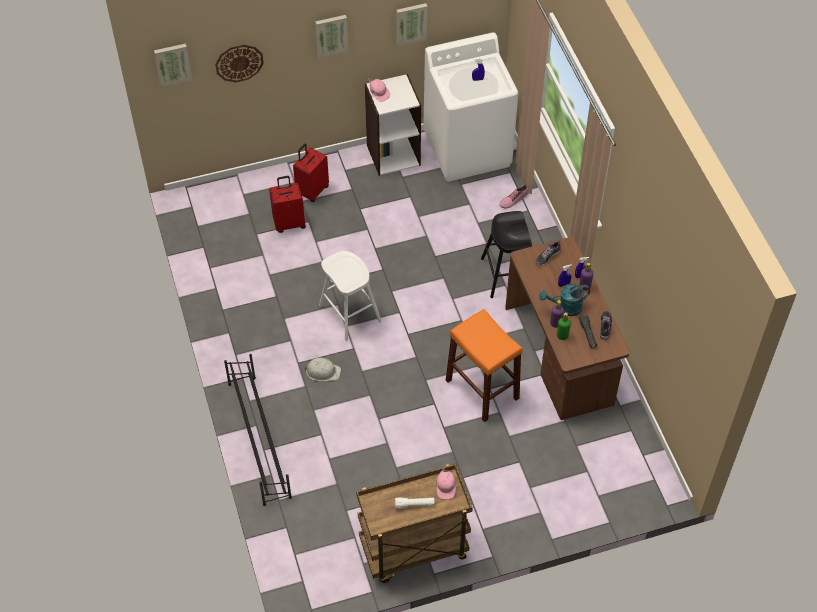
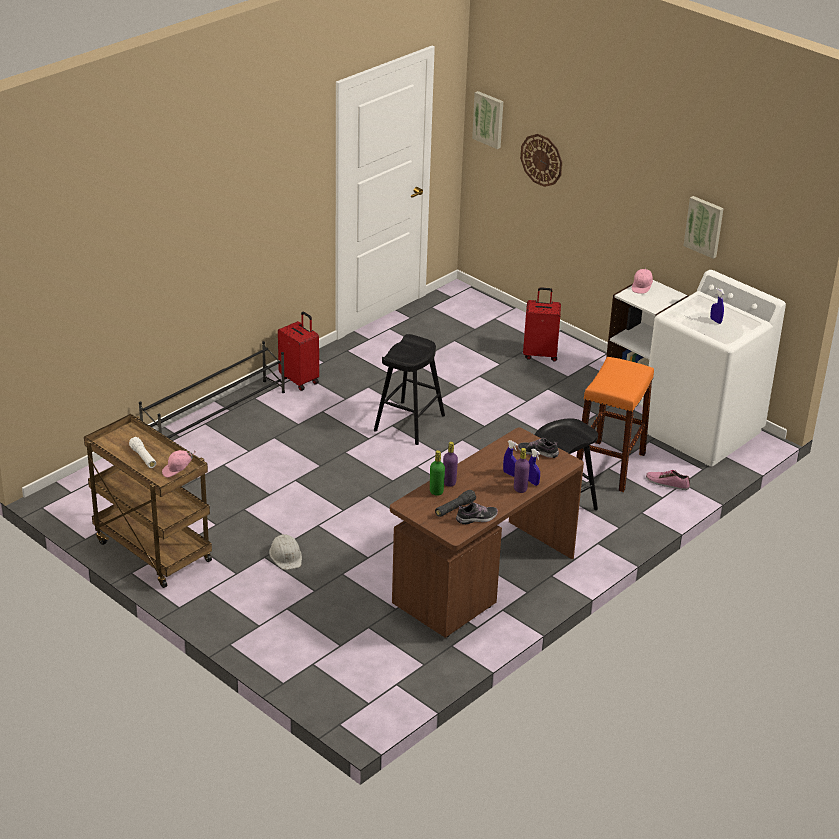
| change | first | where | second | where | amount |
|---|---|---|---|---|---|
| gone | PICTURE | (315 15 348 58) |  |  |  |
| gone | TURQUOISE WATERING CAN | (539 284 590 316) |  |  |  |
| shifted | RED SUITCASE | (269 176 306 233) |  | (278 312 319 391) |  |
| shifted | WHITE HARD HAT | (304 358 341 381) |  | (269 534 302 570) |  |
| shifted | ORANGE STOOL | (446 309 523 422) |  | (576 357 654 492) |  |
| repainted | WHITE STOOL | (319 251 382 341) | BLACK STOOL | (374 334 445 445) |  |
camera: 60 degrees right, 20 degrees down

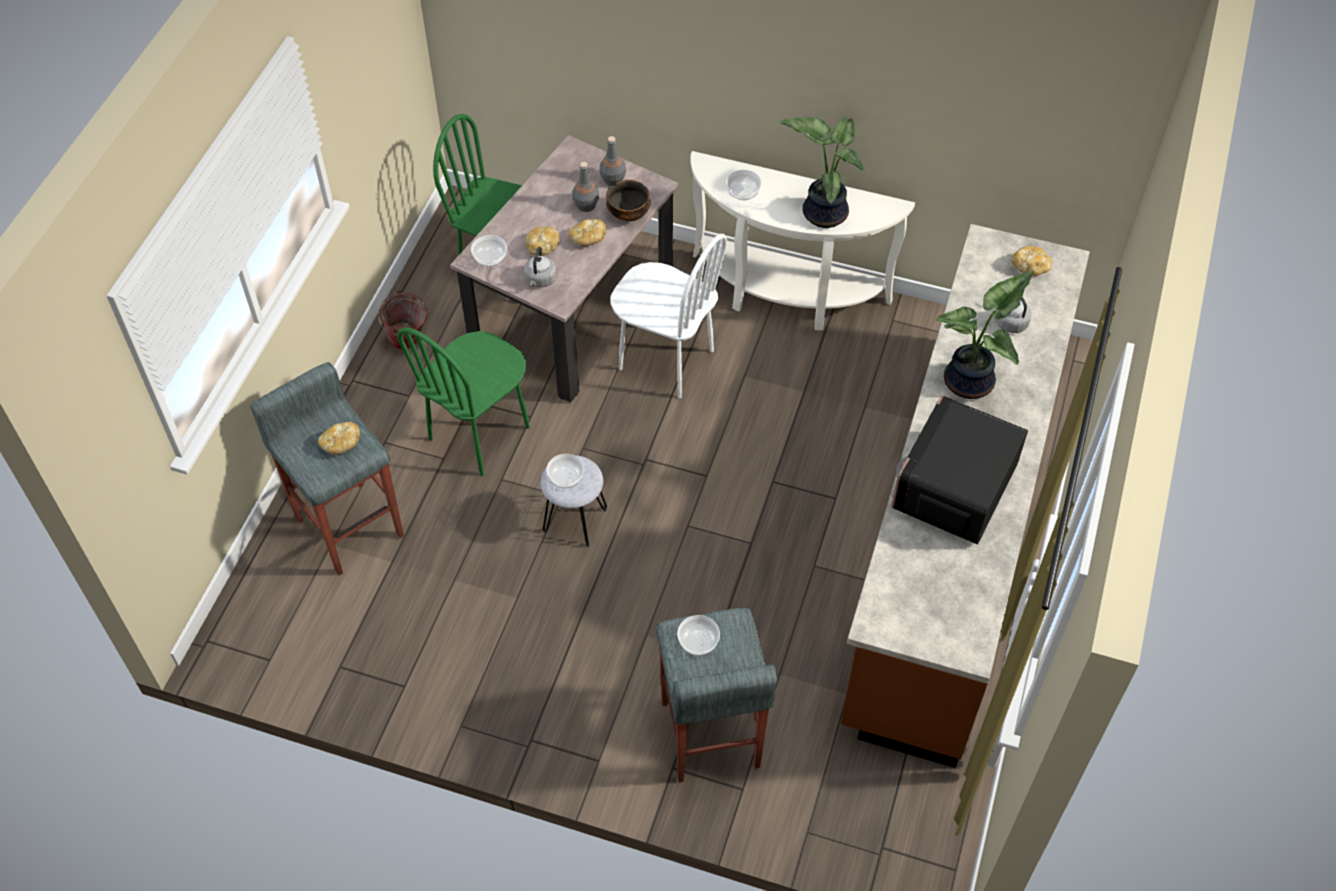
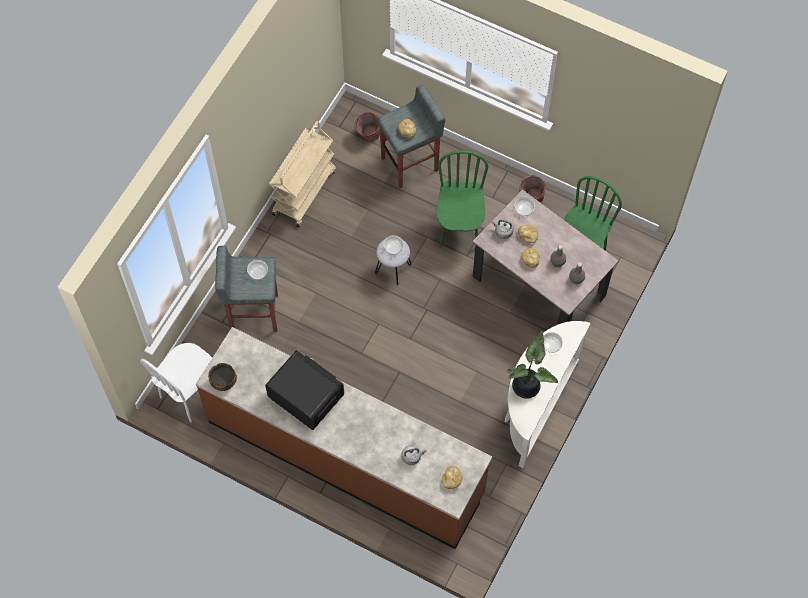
| change | first | where | second | where | amount |
|---|---|---|---|---|---|
| gone | POTTED PLANT | (936 270 1034 399) |  |  |  |
| new |  |  | BEIGE CART | (269 121 336 228) |  |
| new |  |  | BUCKET | (354 112 380 141) |  |
| shifted | BOWL | (606 180 651 221) |  | (208 363 237 391) |  |
| shifted | WHITE CHAIR | (611 234 727 398) |  | (140 343 212 422) |  |
| rotated | GREEN CHAIR | (397 327 530 476) |  | (437 151 488 248) | 45 degrees clockwise |
camera: 100 degrees right, 10 degrees up

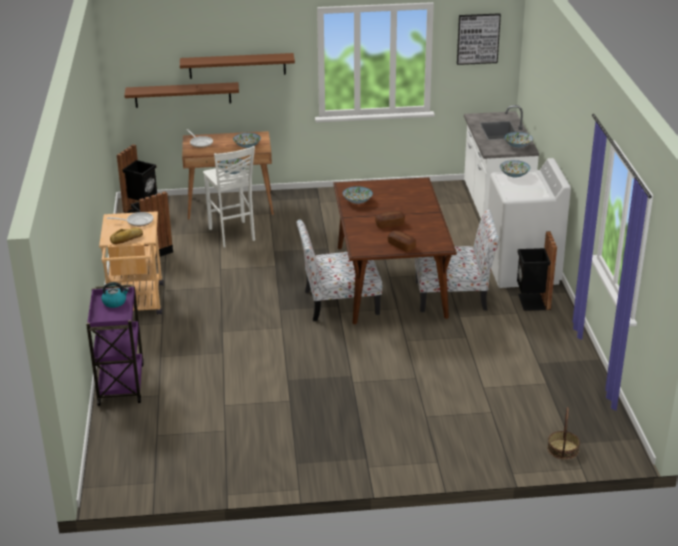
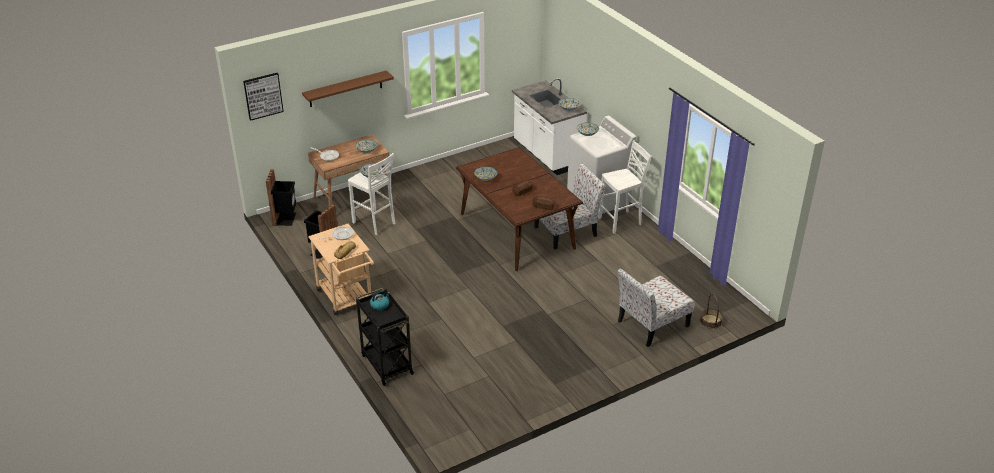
| change | first | where | second | where | amount |
|---|---|---|---|---|---|
| gone | BROWN SHELF | (124 82 239 108) |  |  |  |
| shifted | CHAIR | (296 220 382 321) |  | (617 268 695 347) |  |
| shifted | PICTURE | (457 13 501 65) |  | (243 73 284 121) |  |
| swapped | BLACK TRASH CAN | (517 231 557 311) | WHITE STOOL | (598 141 652 234) |  |
| repainted | PURPLE CART | (86 284 144 406) | BLACK CART | (356 288 414 386) |  |
camera: 25 degrees left, 5 degrees up

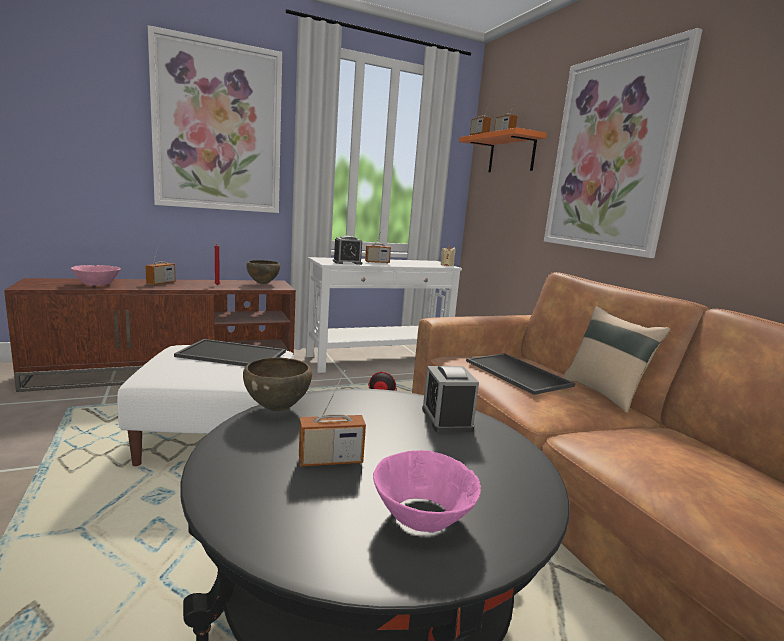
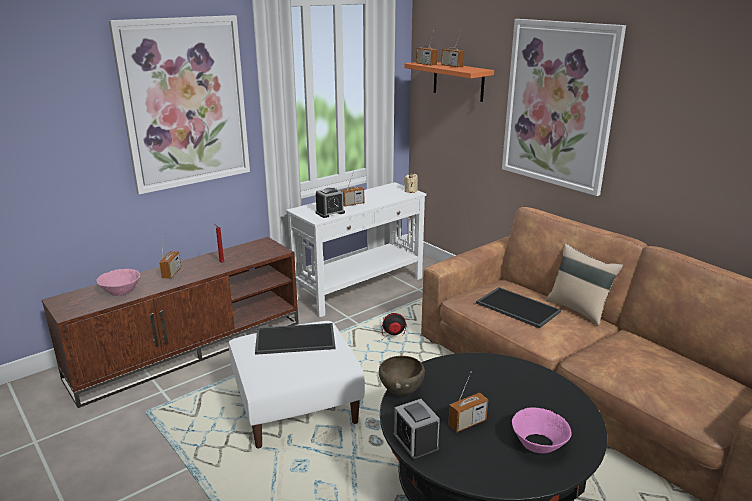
| change | first | where | second | where | amount |
|---|---|---|---|---|---|
| gone | BROWN BOWL | (247 260 280 284) |  |  |  |
| shifted | ALARM CLOCK | (422 366 479 433) |  | (393 399 440 461) |  |
camera: 15 degrees left, 10 degrees up

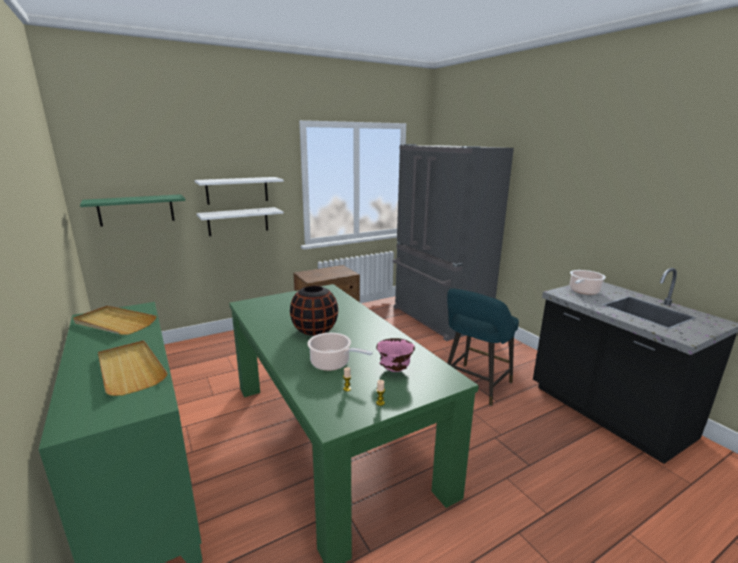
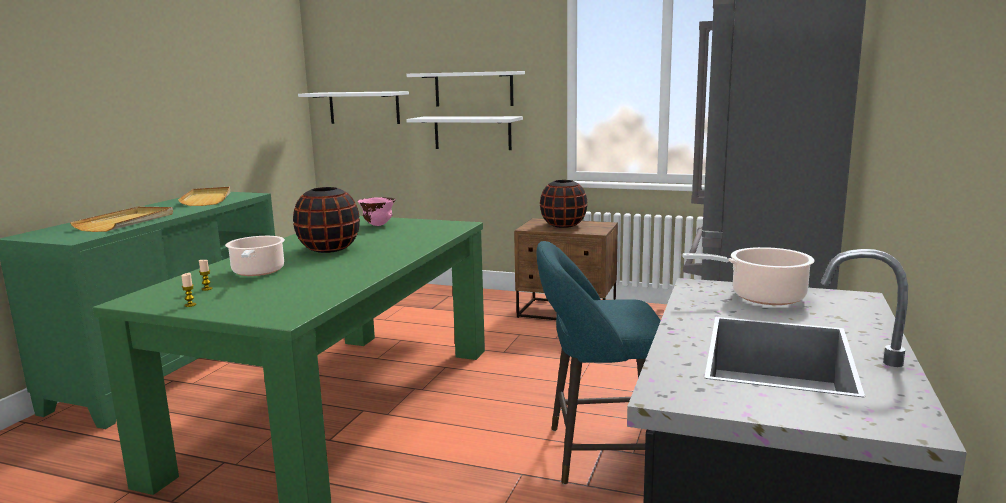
| change | first | where | second | where | amount |
|---|---|---|---|---|---|
| new |  |  | BLACK VASE | (540 180 588 228) |  |
| shifted | PINK BOWL | (376 338 415 372) |  | (357 197 396 226) |  |
| repainted | GREEN SHELF | (80 194 186 227) | WHITE SHELF | (298 91 409 124) |  |
camera: 50 degrees right, 5 degrees down

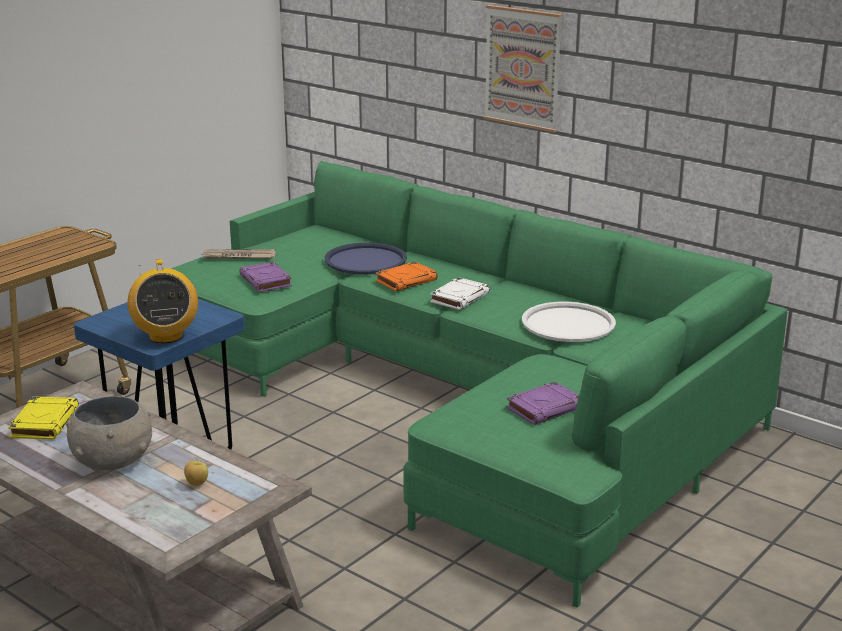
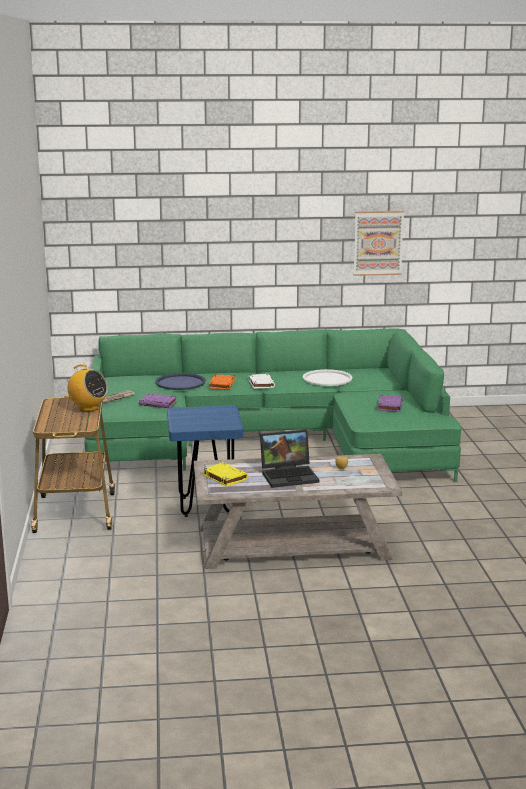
| change | first | where | second | where | amount |
|---|---|---|---|---|---|
| shifted | RADIO | (128 259 198 343) |  | (64 364 108 412) |  |
| shifted | PICTURE | (483 5 563 132) |  | (354 211 404 276) |  |
| swapped | GREY BOWL | (66 396 152 470) | LAPTOP | (260 430 319 488) |  |
camera: 45 degrees left, 5 degrees down

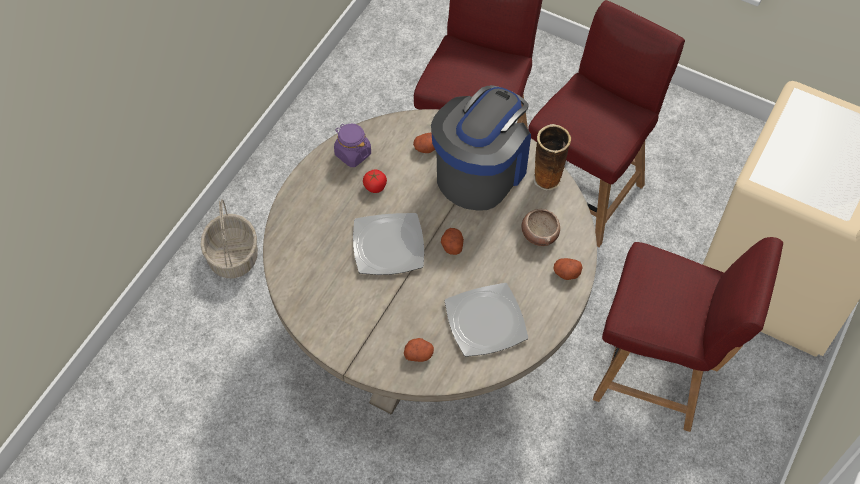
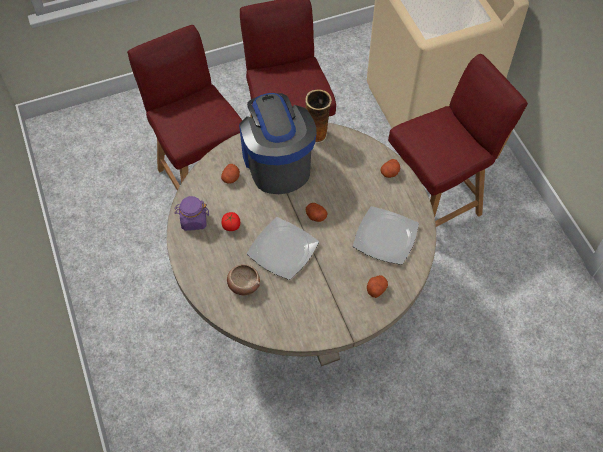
| change | first | where | second | where | amount |
|---|---|---|---|---|---|
| gone | BASKET | (200 199 258 278) |  |  |  |
| shifted | BOWL | (522 209 560 246) |  | (227 264 260 295) |  |
camera: 50 degrees left, 0 degrees up

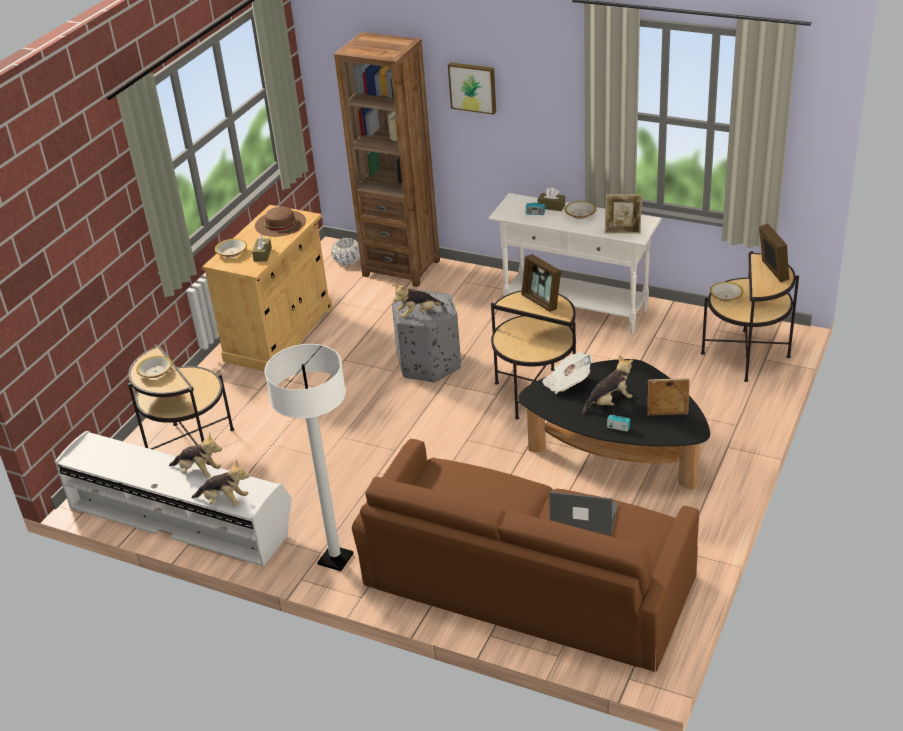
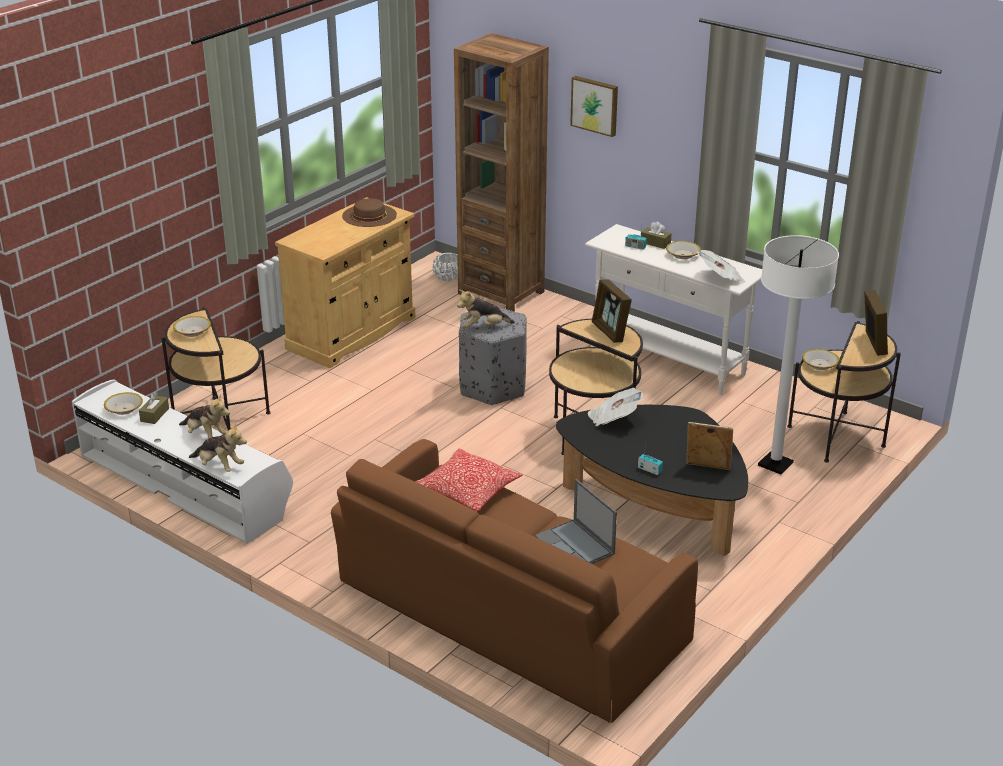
| change | first | where | second | where | amount |
|---|---|---|---|---|---|
| gone | PLUSH TOY | (582 355 633 414) |  |  |  |
| new |  |  | PILLOW | (415 448 522 511) |  |
| shifted | BOWL | (215 239 247 257) |  | (104 392 143 415) |  |
| shifted | BROWN TISSUE BOX | (252 235 272 262) |  | (139 392 169 424) |  |
| shifted | WHITE FLOOR LAMP | (265 344 354 571) |  | (758 235 839 474) |  |
| swapped | PICTURE FRAME | (605 194 642 234) | NEWSPAPER | (697 250 746 282) |  |
| rotated | LAPTOP | (549 491 618 535) |  | (535 479 617 564) | 150 degrees counterclockwise |
camera: 10 degrees right, 5 degrees down

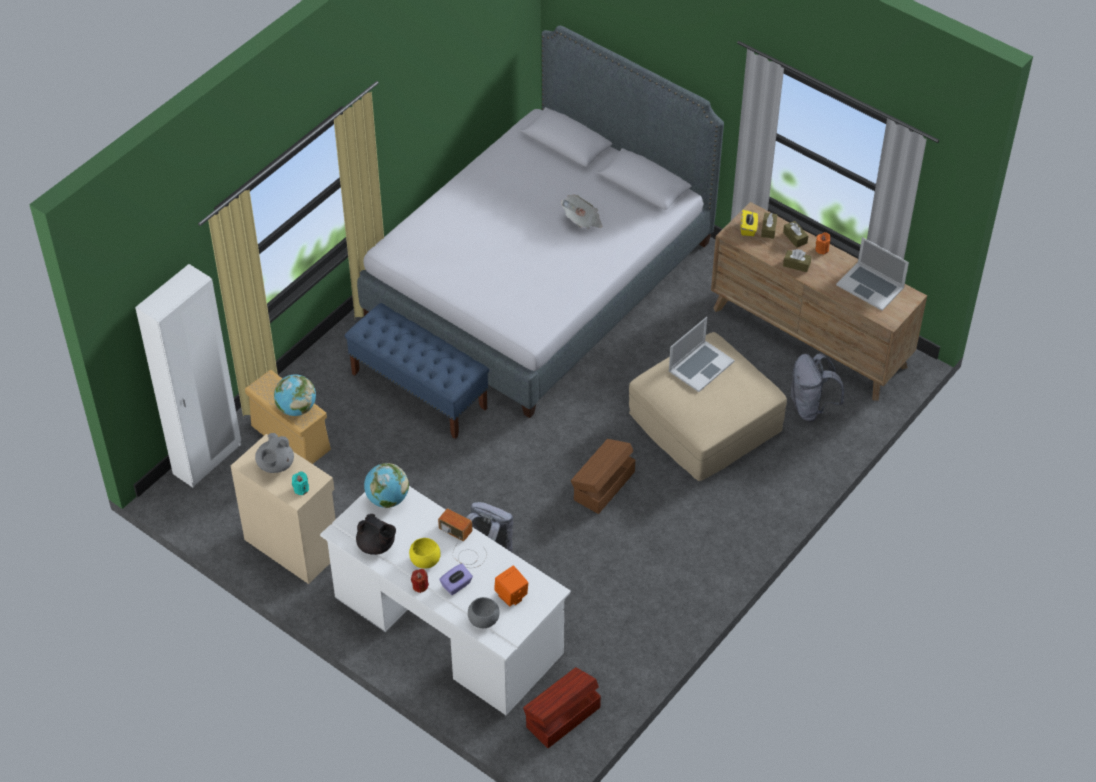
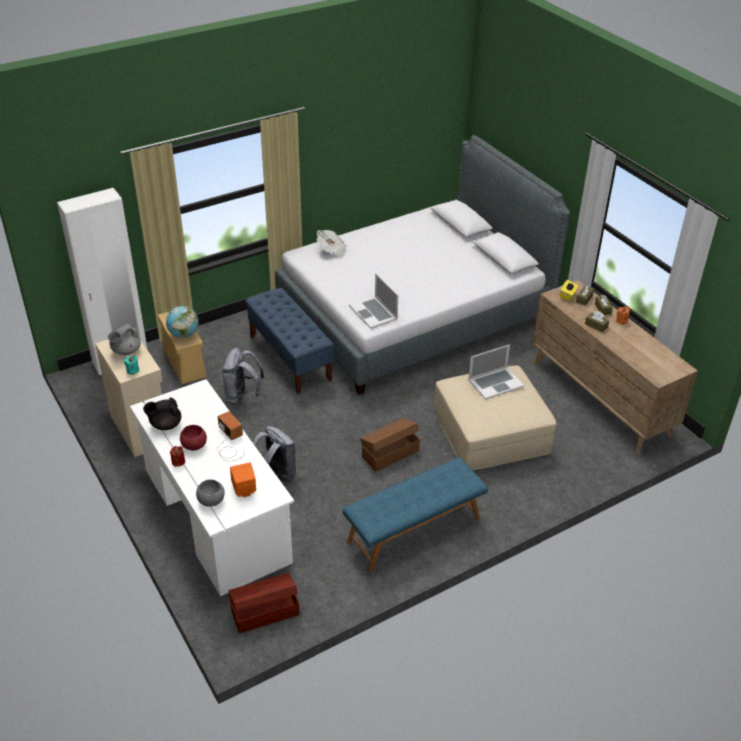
| change | first | where | second | where | amount |
|---|---|---|---|---|---|
| gone | GLOBE | (364 463 409 508) |  |  |  |
| gone | PURPLE TISSUE BOX | (439 564 473 595) |  |  |  |
| new |  |  | BLUE BENCH | (343 457 488 572) |  |
| shifted | NEWSPAPER | (561 195 603 229) |  | (317 230 347 257) |  |
| shifted | GREY BACKPACK | (790 353 844 421) |  | (221 348 265 404) |  |
| shifted | LAPTOP | (836 237 909 311) |  | (349 273 398 329) |  |
| repainted | YELLOW BOWL | (409 538 441 568) | RED BOWL | (180 425 207 451) |  |
| rotated | BLACK TEAPOT | (356 514 396 555) |  | (143 397 181 430) | 105 degrees clockwise |
camera: 20 degrees right, 10 degrees down

